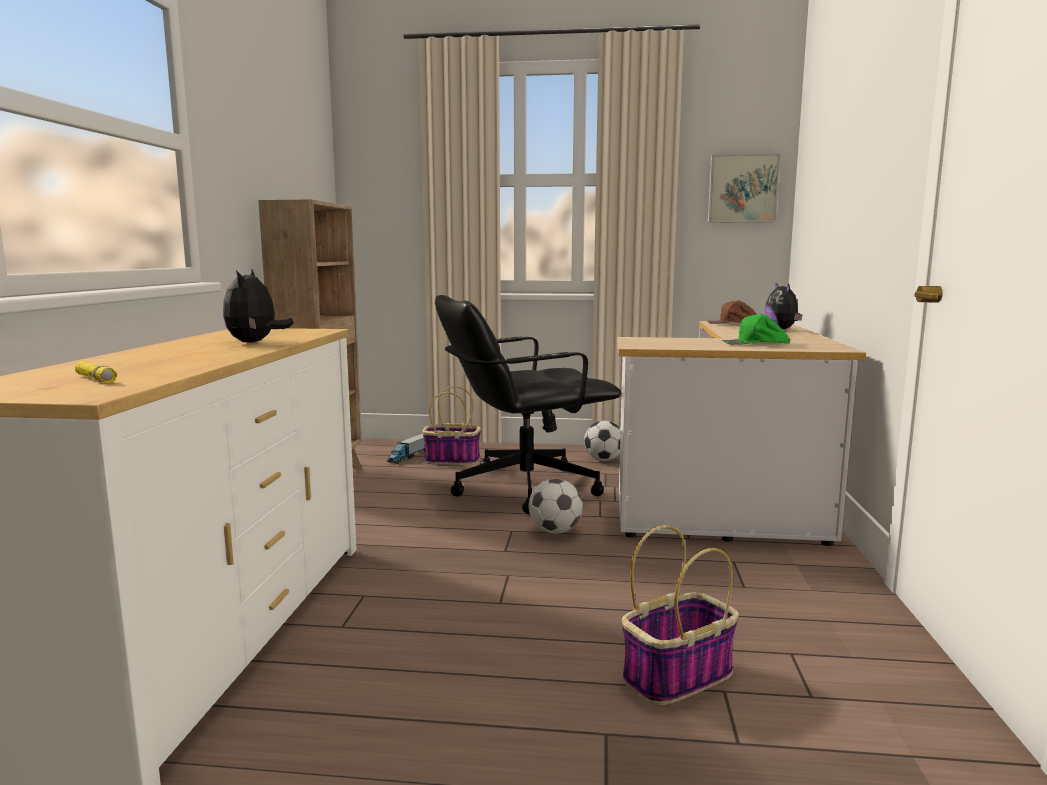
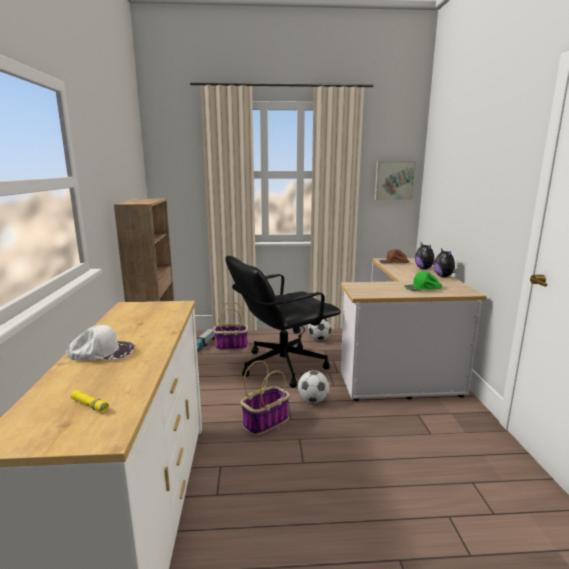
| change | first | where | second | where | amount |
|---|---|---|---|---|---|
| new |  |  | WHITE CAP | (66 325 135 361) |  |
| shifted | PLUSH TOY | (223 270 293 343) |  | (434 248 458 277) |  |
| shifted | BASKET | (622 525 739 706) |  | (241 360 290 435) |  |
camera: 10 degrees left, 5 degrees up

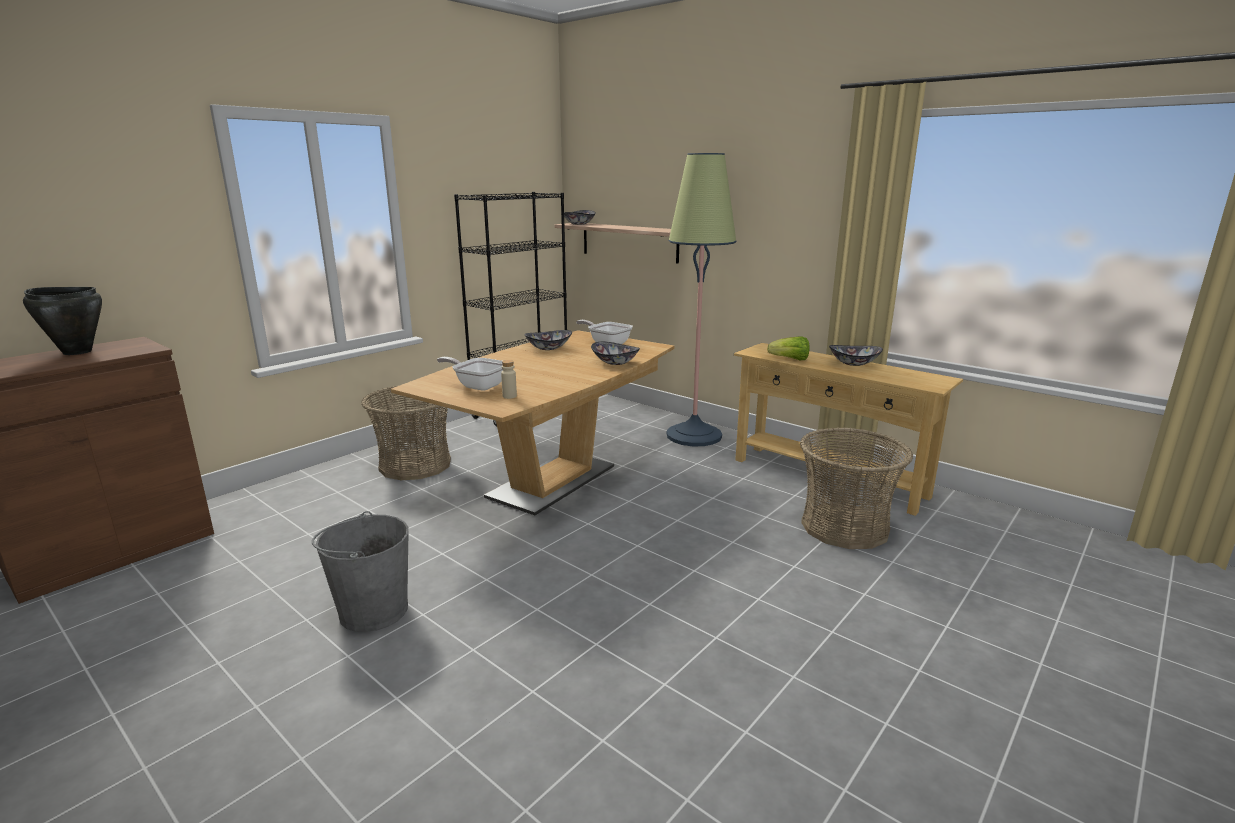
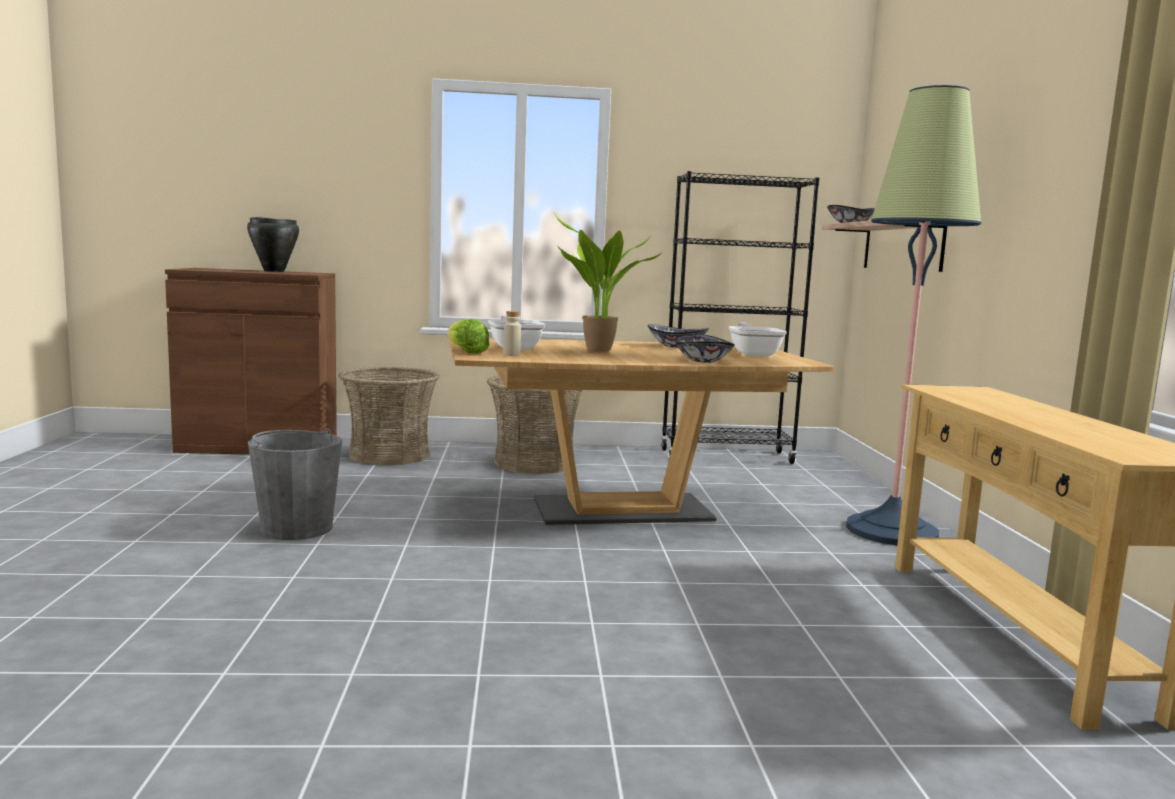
| change | first | where | second | where | amount |
|---|---|---|---|---|---|
| gone | BOWL | (829 345 883 366) |  |  |  |
| new |  |  | POTTED PLANT | (554 213 662 352) |  |
| shifted | LETTUCE | (767 336 810 360) |  | (447 319 489 354) |  |
| shifted | BASKET | (800 427 913 549) |  | (338 367 440 466) |  |
camera: 45 degrees right, 10 degrees down

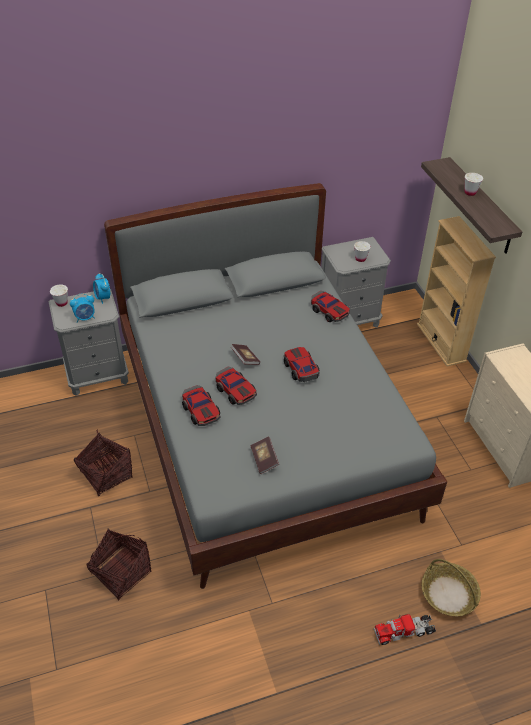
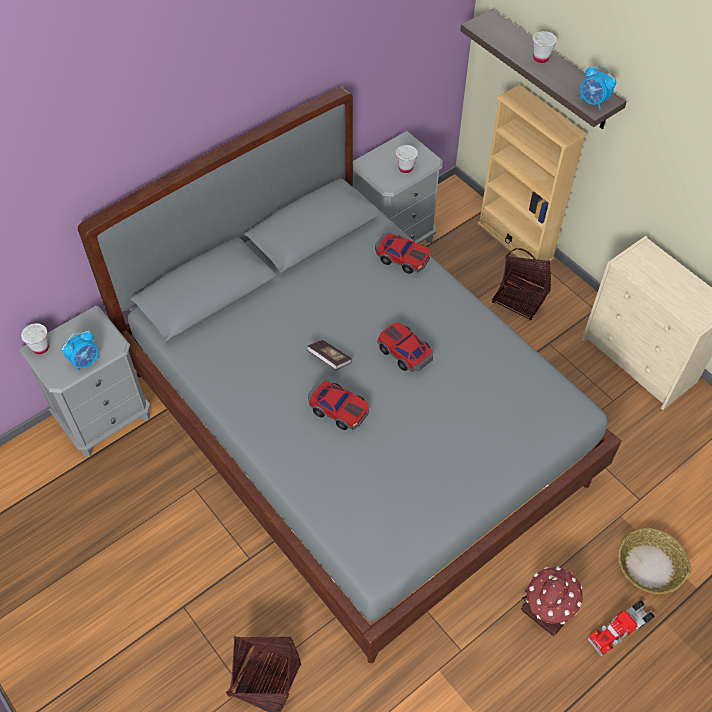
| change | first | where | second | where | amount |
|---|---|---|---|---|---|
| gone | TOY CAR | (182 385 221 426) |  |  |  |
| gone | BOOK | (251 436 279 474) |  |  |  |
| new |  |  | TOY HOUSE | (521 566 583 636) |  |
| shifted | BASKET | (74 430 133 496) |  | (492 248 551 321) |  |
| shifted | ALARM CLOCK | (93 273 110 304) |  | (579 66 616 110) |  |
camera: 20 degrees left, 10 degrees up

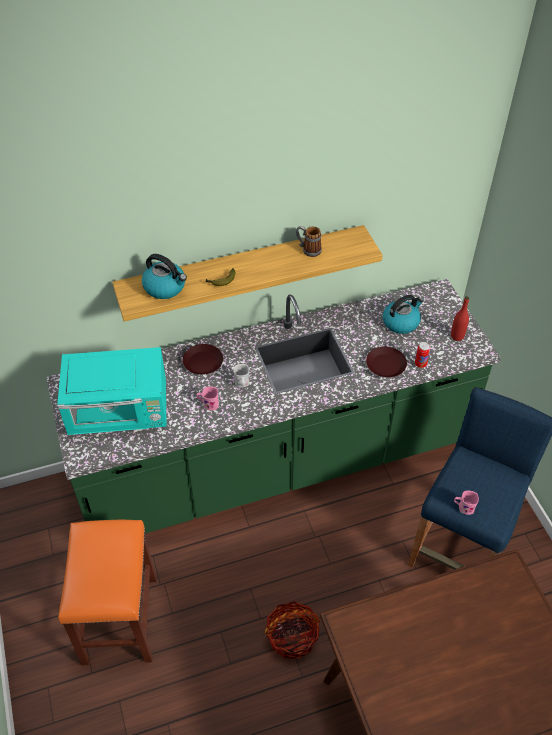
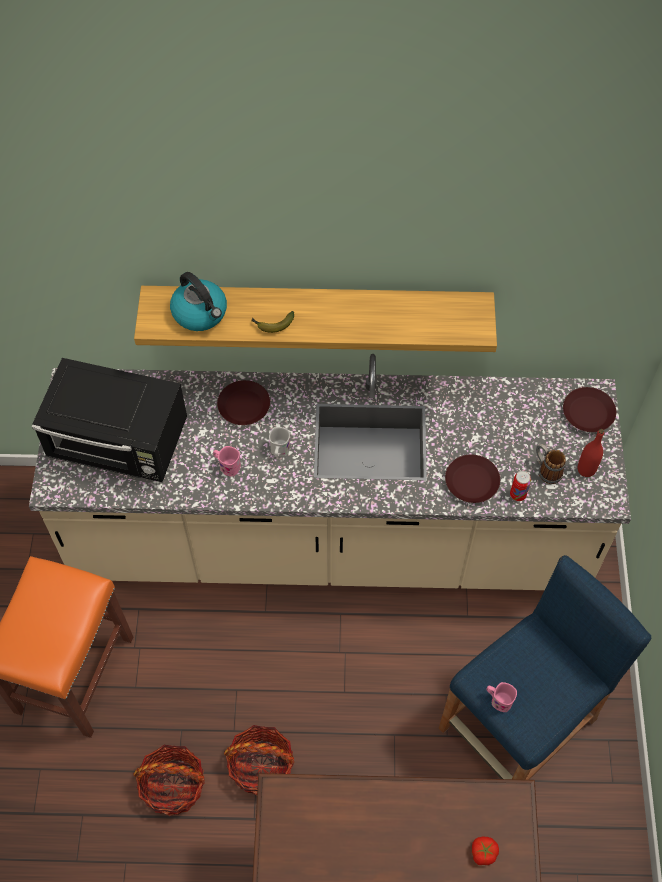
| change | first | where | second | where | amount |
|---|---|---|---|---|---|
| gone | KETTLE | (383 295 424 334) |  |  |  |
| new |  |  | BASKET | (134 745 205 816) |  |
| new |  |  | TOMATO | (472 837 499 865) |  |
| new |  |  | BROWN PLATE | (563 387 616 432) |  |
| shifted | MUG | (296 226 322 257) |  | (536 444 566 484) |  |
| repainted | GREEN COUNTER | (46 279 501 533) | BEIGE COUNTER | (29 354 631 590) |  |
| repainted | TURQUOISE MICROWAVE | (57 347 166 435) | BLACK MICROWAVE | (32 358 187 482) |  |
camera: 20 degrees right, 10 degrees up

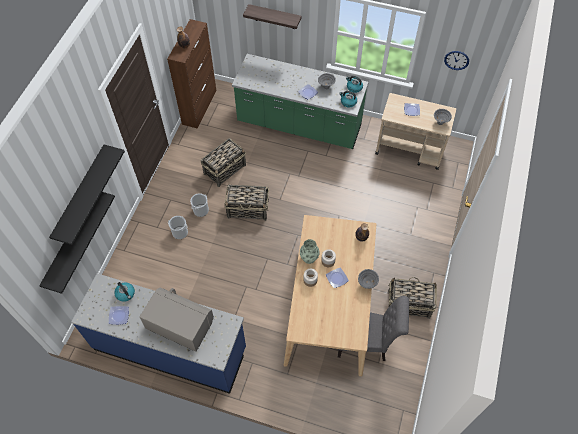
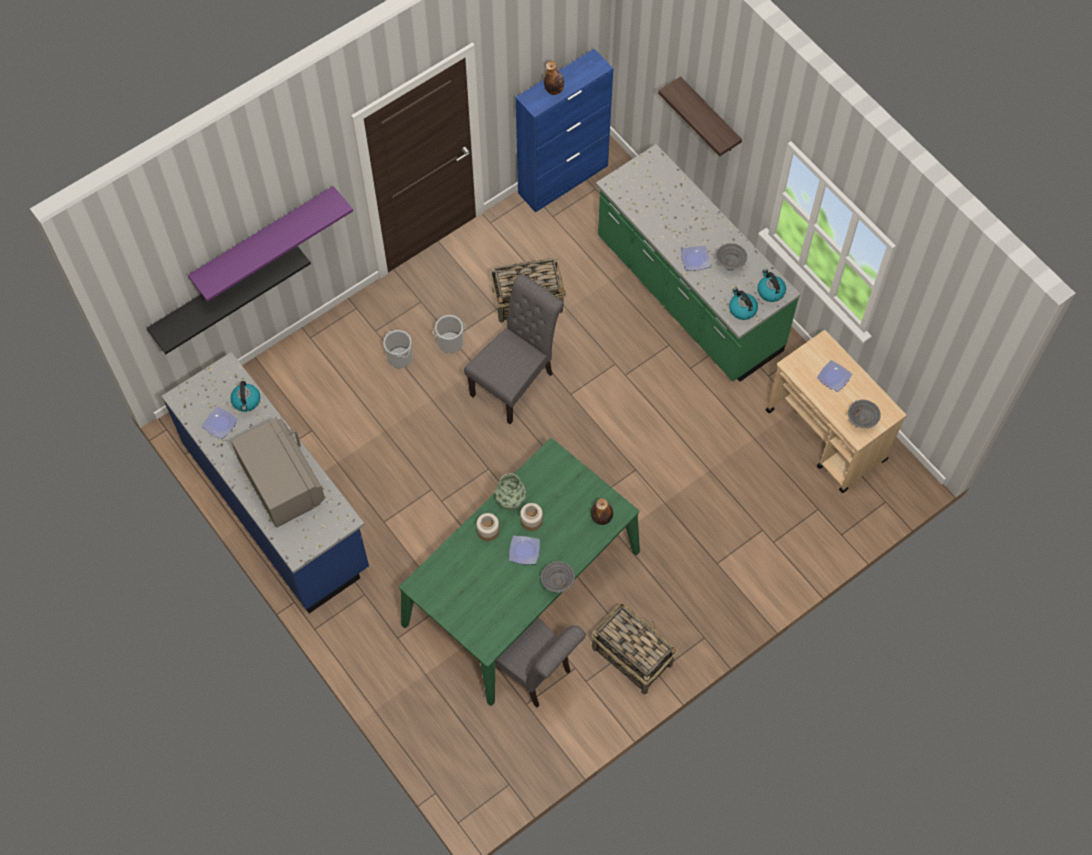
| change | first | where | second | where | amount |
|---|---|---|---|---|---|
| gone | WALL CLOCK | (444 51 469 70) |  |  |  |
| swapped | BASKET | (224 185 269 221) | GREY CHAIR | (464 274 564 424) |  |
| repainted | BLACK SHELF | (49 145 125 245) | PURPLE SHELF | (188 186 353 302) |  |
| repainted | BROWN CABINET | (167 19 216 128) | BLUE CABINET | (516 49 613 213) |  |
| repainted | BEIGE DINING TABLE | (284 215 376 376) | GREEN DINING TABLE | (399 438 640 706) |  |
camera: 35 degrees right, 5 degrees up

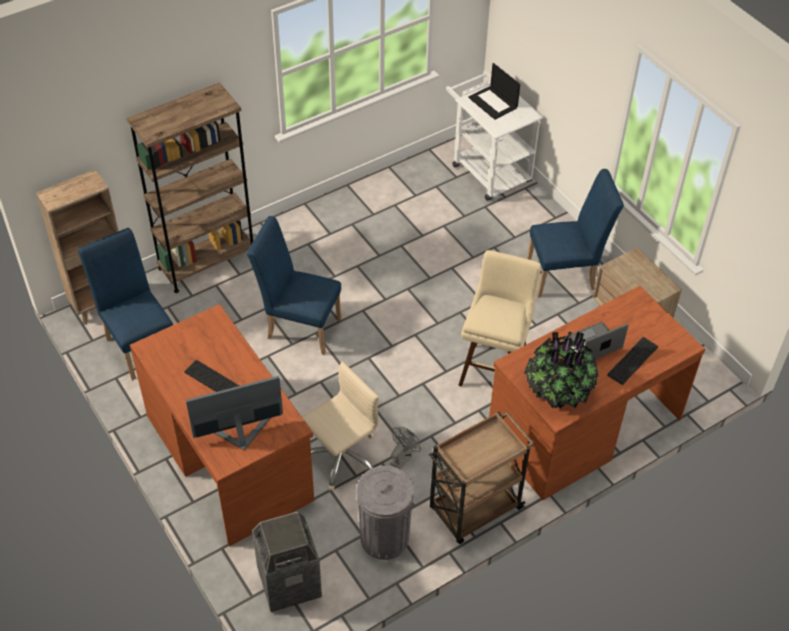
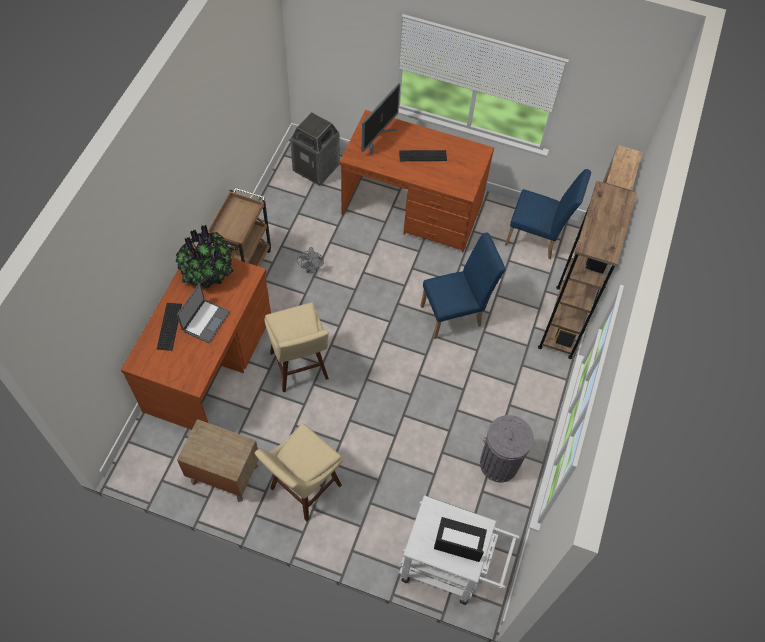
| change | first | where | second | where | amount |
|---|---|---|---|---|---|
| gone | BEIGE OFFICE CHAIR | (302 361 379 491) |  |  |  |
| shifted | GREY TRASH CAN | (356 466 414 560) |  | (480 415 534 482) |  |
| swapped | BLUE CHAIR | (527 169 624 297) | BEIGE STOOL | (255 423 343 522) |  |
camera: 140 degrees right, 10 degrees up

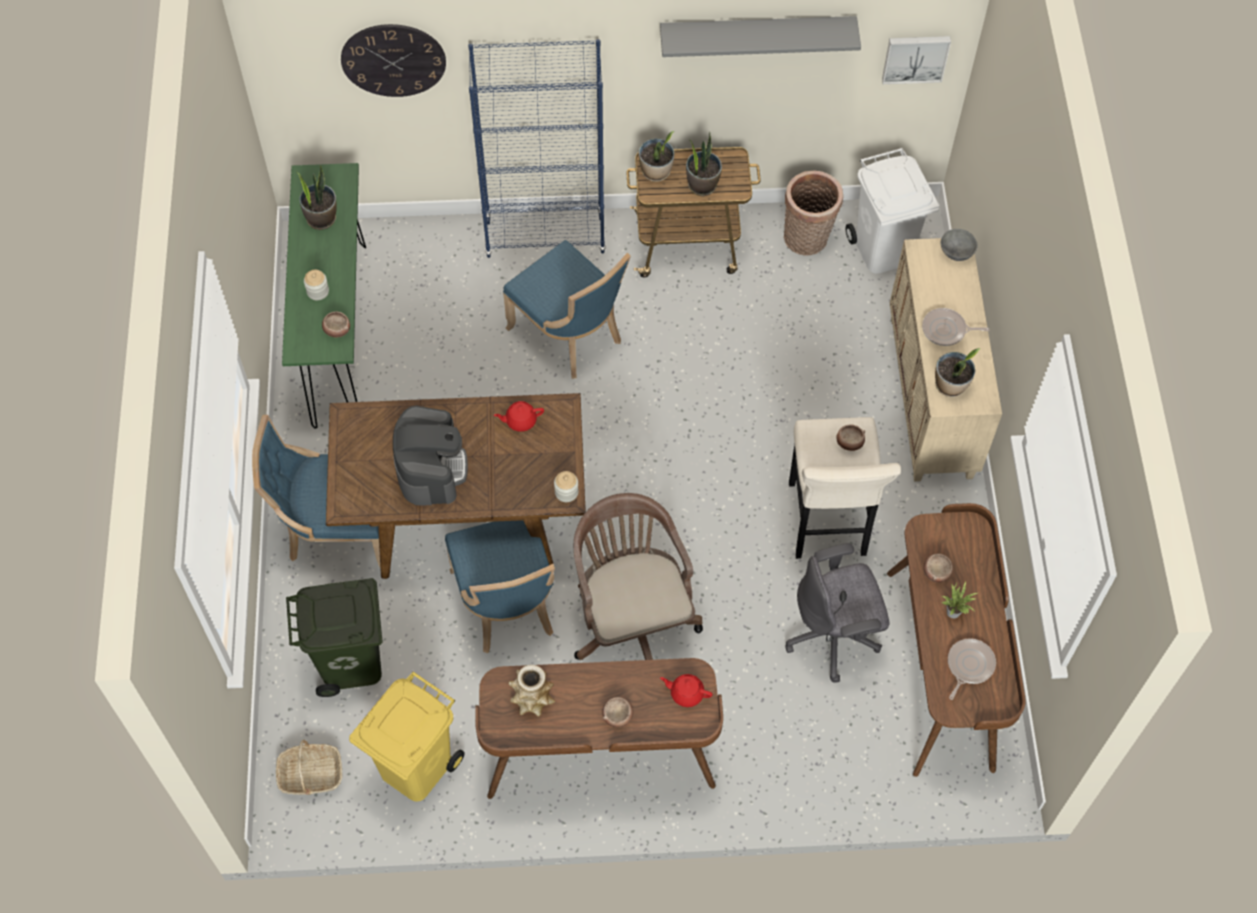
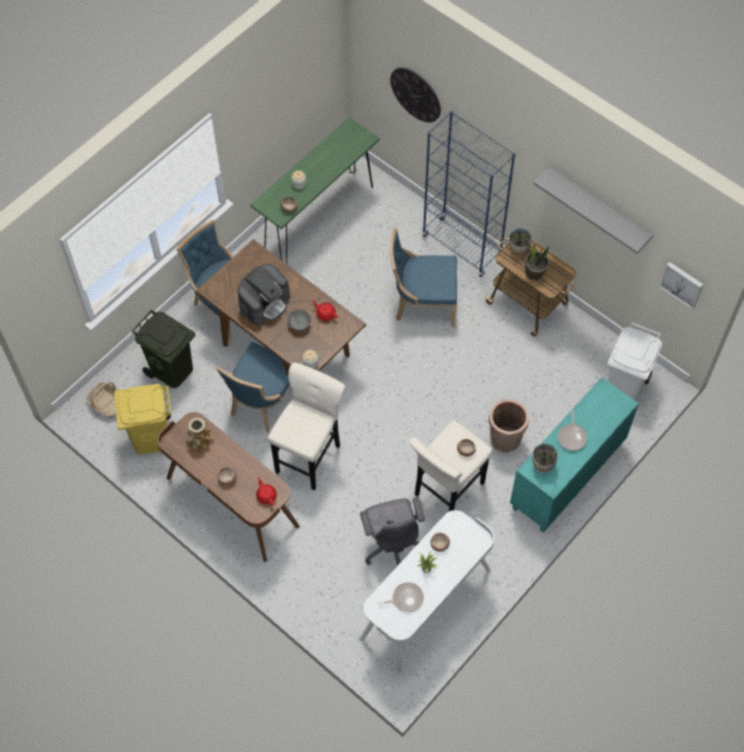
| change | first | where | second | where | amount |
|---|---|---|---|---|---|
| gone | POTTED PLANT | (297 165 337 230) |  |  |  |
| shifted | BASKET | (784 170 843 256) |  | (489 399 529 452) |  |
| shifted | GREY BOWL | (941 229 978 261) |  | (288 310 311 331) |  |
| swapped | BROWN OFFICE CHAIR | (574 493 703 661) | BEIGE STOOL | (268 362 345 490) |  |
| repainted | BROWN DESK | (887 503 1026 777) | WHITE DESK | (359 510 495 673) |  |
| repainted | BEIGE CABINET | (890 238 1002 482) | TURQUOISE CABINET | (510 377 639 533) |  |
| rotated | BLUE CHAIR | (503 240 631 379) |  | (389 228 457 327) | 90 degrees clockwise |
| rotated | GREY OFFICE CHAIR | (785 543 889 683) |  | (360 497 425 566) | 135 degrees counterclockwise |
| rotated | FRYING PAN | (922 308 990 346) |  | (558 410 587 451) | 135 degrees counterclockwise |
camera: 45 degrees right, 0 degrees up

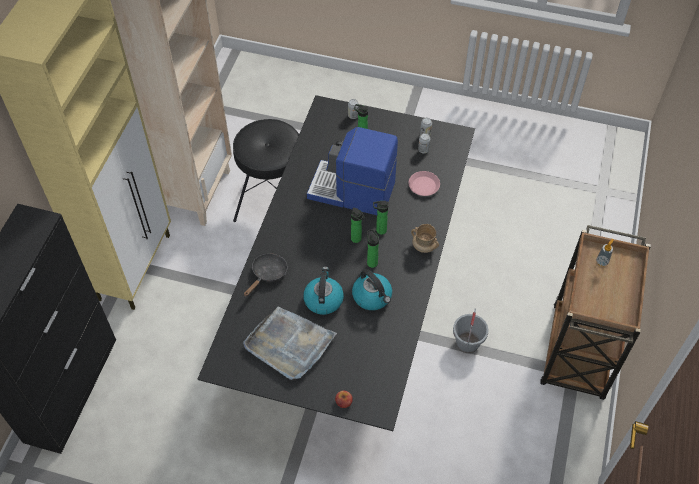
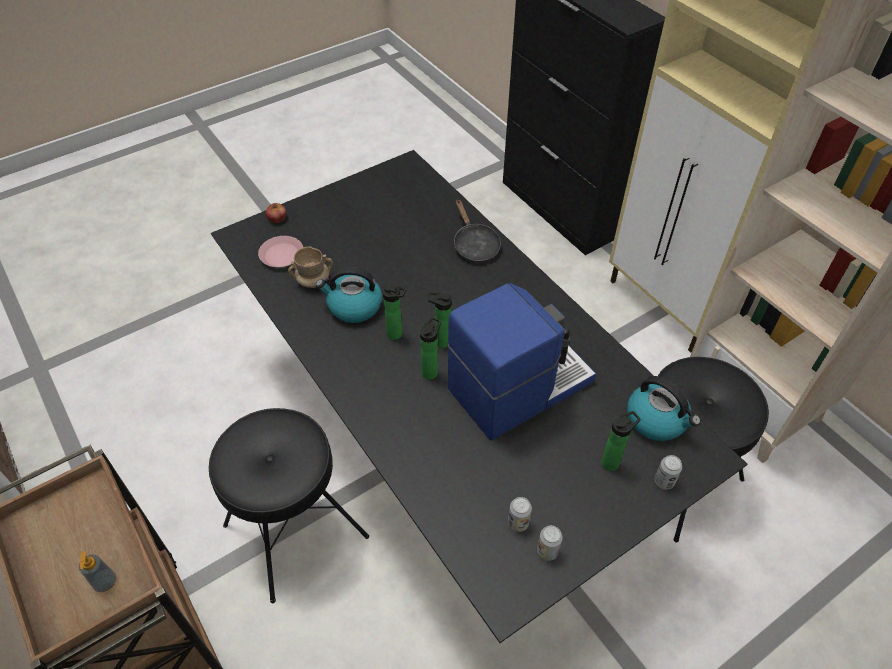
| change | first | where | second | where | amount |
|---|---|---|---|---|---|
| gone | GREY TRAY | (243 307 337 380) |  |  |  |
| shifted | KETTLE | (303 267 344 315) |  | (627 376 701 441) |  |
| shifted | PINK PLATE | (409 171 440 196) |  | (258 236 303 267) |  |
| shifted | BEIGE MUG | (411 224 439 253) |  | (288 246 333 288) |  |
| swapped | GREY BUCKET | (453 308 488 353) | BLACK STOOL | (209 408 369 603) |  |
camera: 130 degrees right, 5 degrees down

